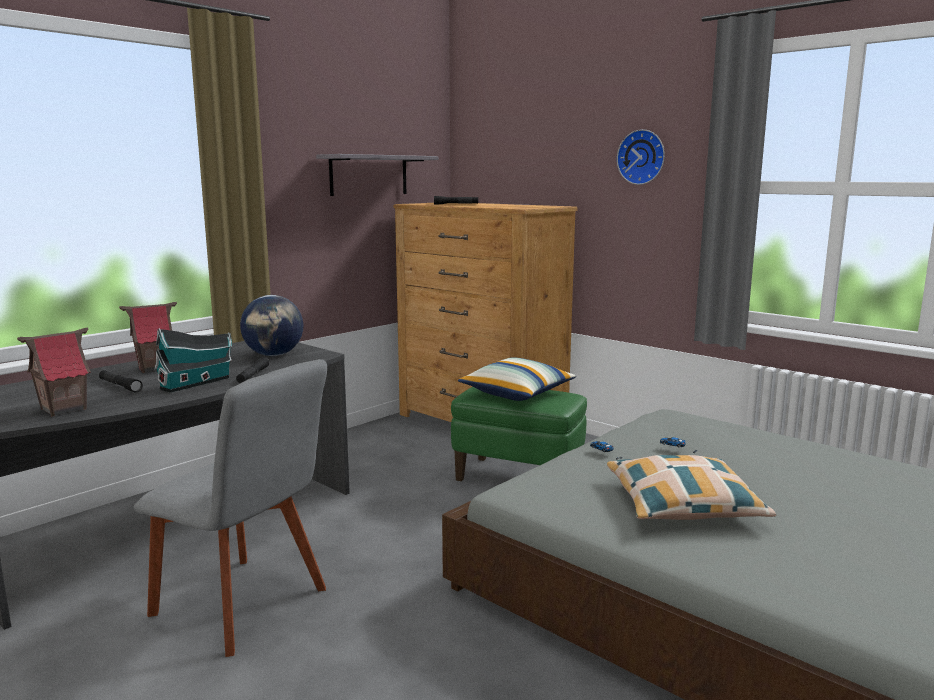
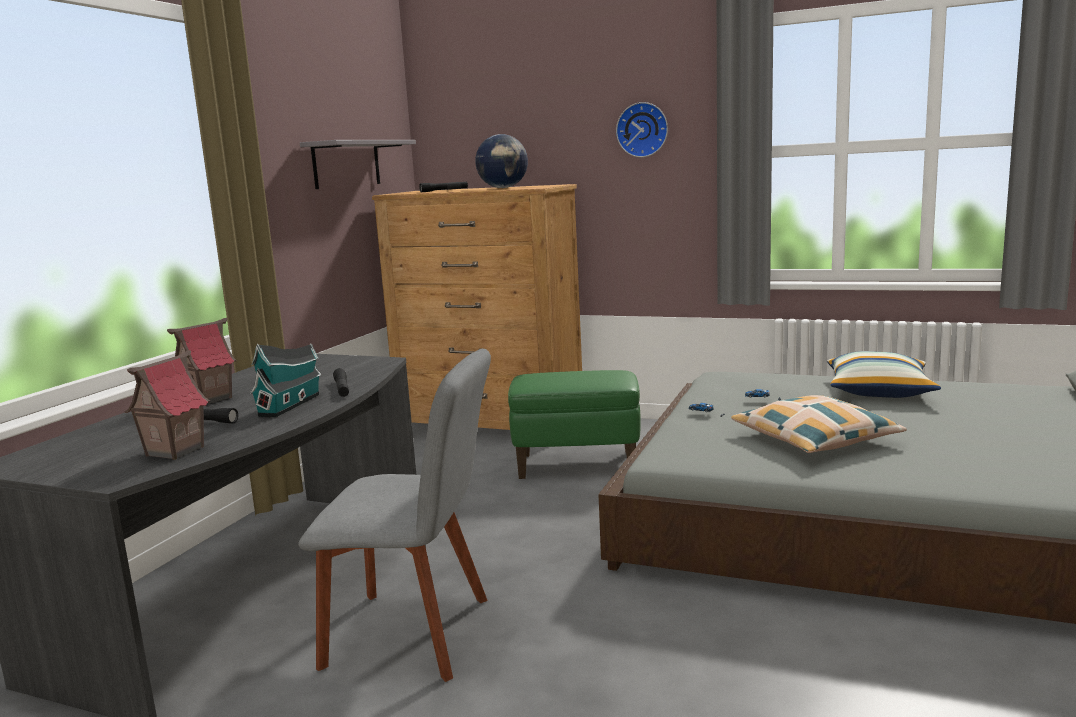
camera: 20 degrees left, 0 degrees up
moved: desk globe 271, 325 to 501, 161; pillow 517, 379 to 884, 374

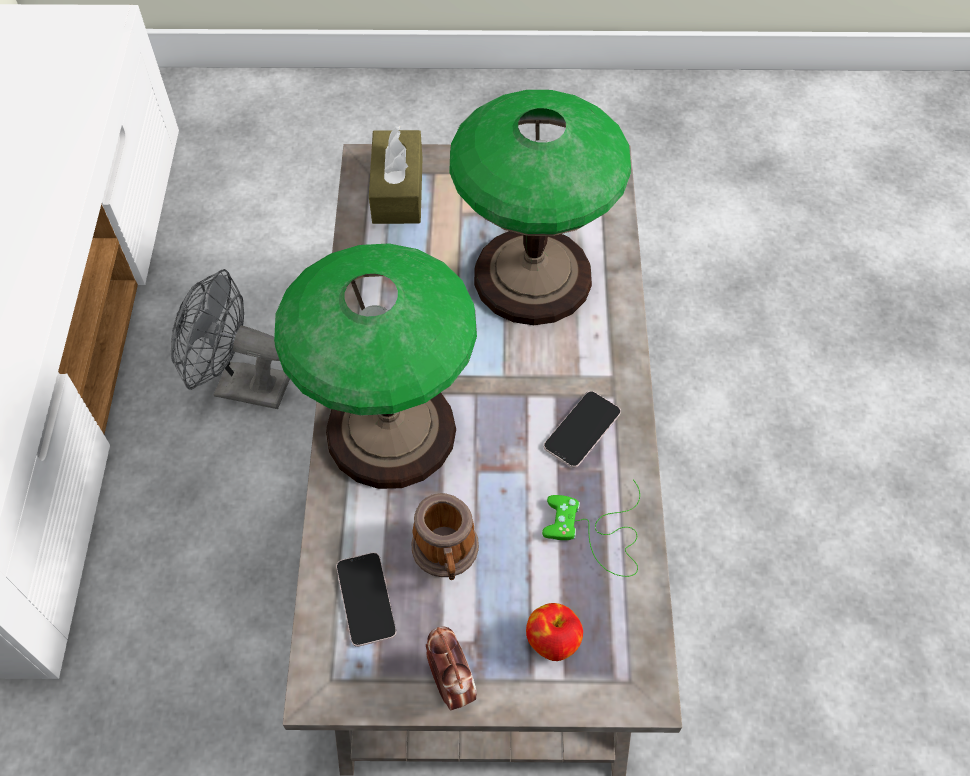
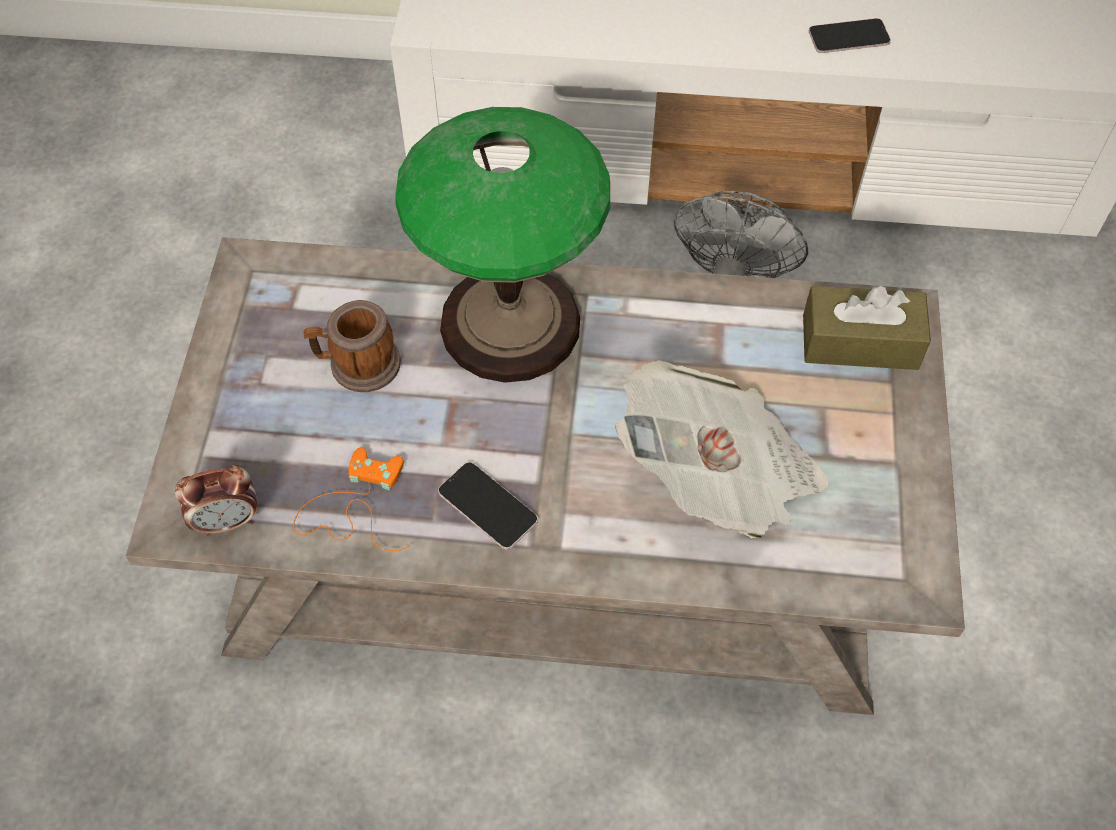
camera: 95 degrees right, 0 degrees up
removed: apple fruit 554, 632
moved: telephone 366, 599 to 850, 35; alarm clock 451, 668 to 216, 500
replaced: tabletop lamp 540, 207 to daily paper 722, 449
recoloured: game controller (greenish) 591, 528 to game controller (orange-coloured) 351, 499

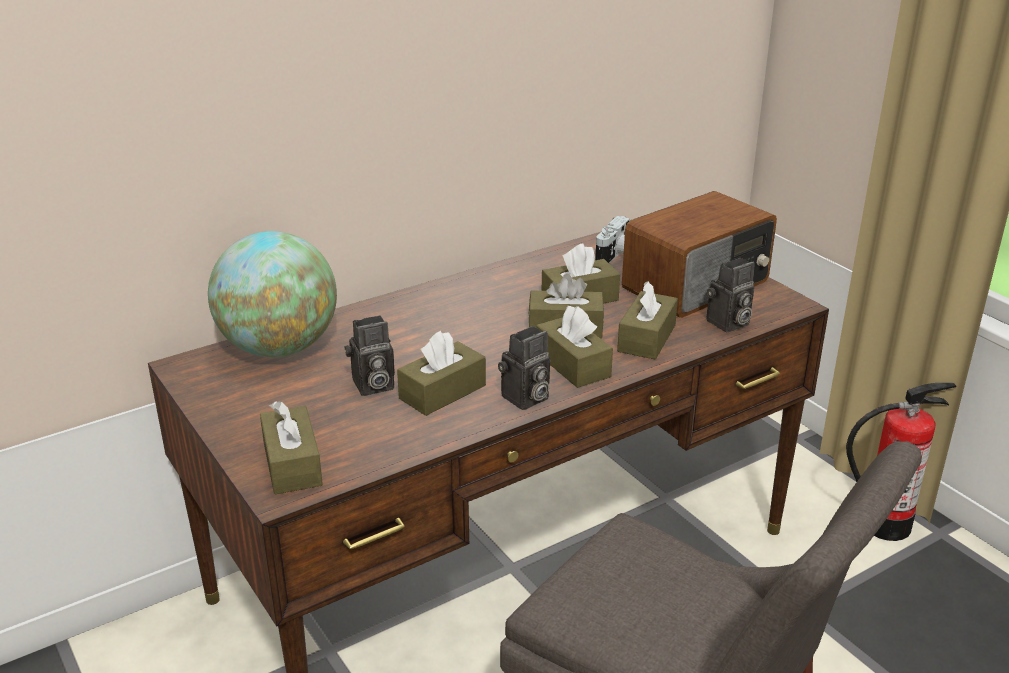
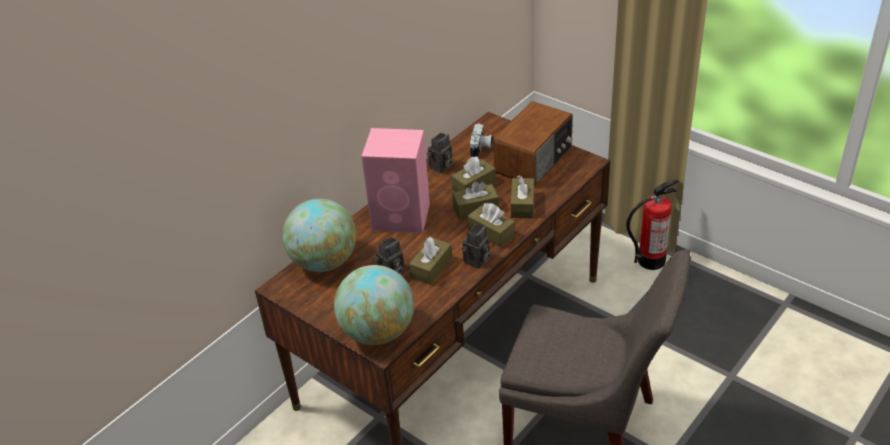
camera: 15 degrees left, 10 degrees up
added: speaker (pink-coloured) 395, 180
moved: still camera 730, 295 to 440, 152
replaced: box of tissues (brownish) 291, 447 to desk globe 374, 305

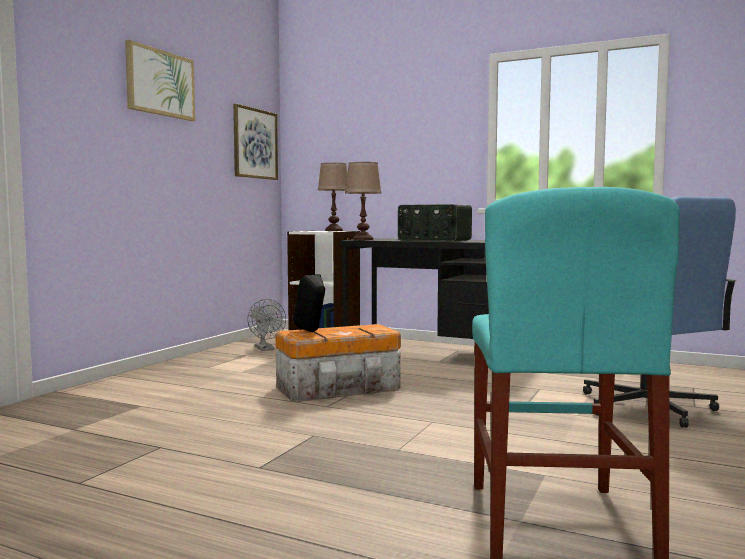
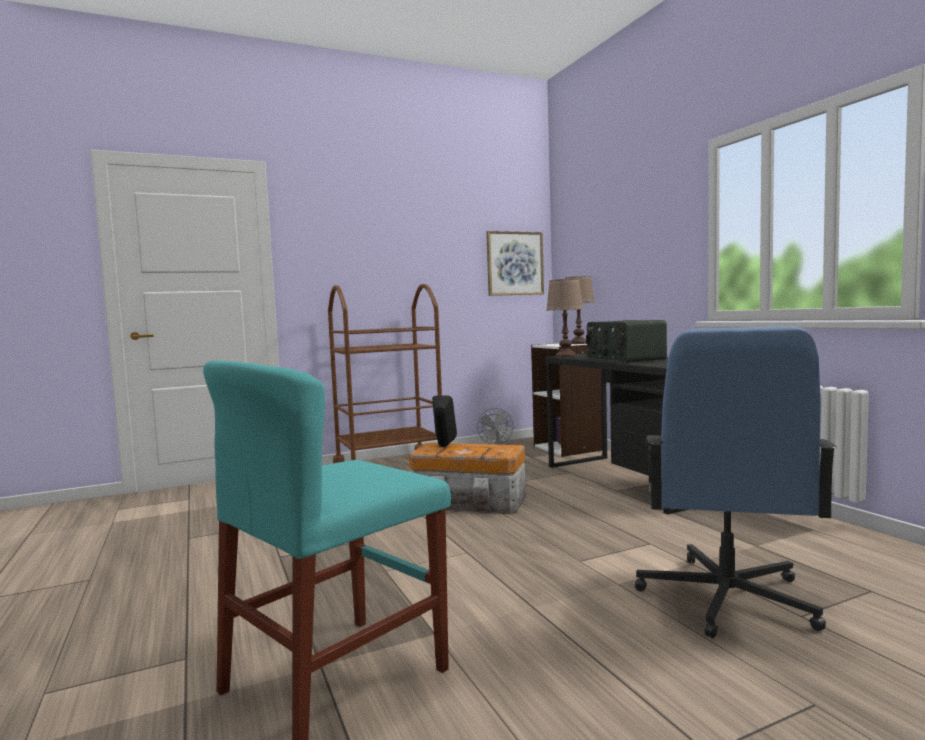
camera: 40 degrees right, 0 degrees up
removed: wall picture 160, 80
added: wheeled cart (brownish) 385, 373

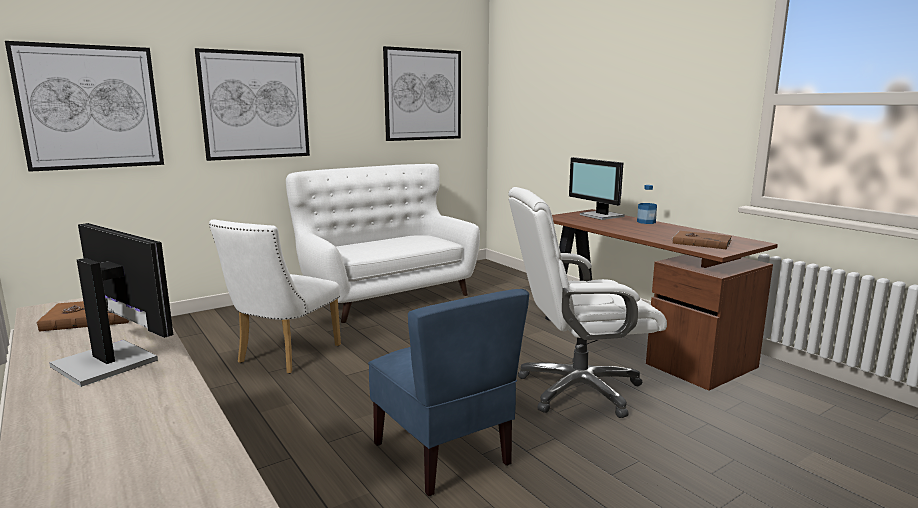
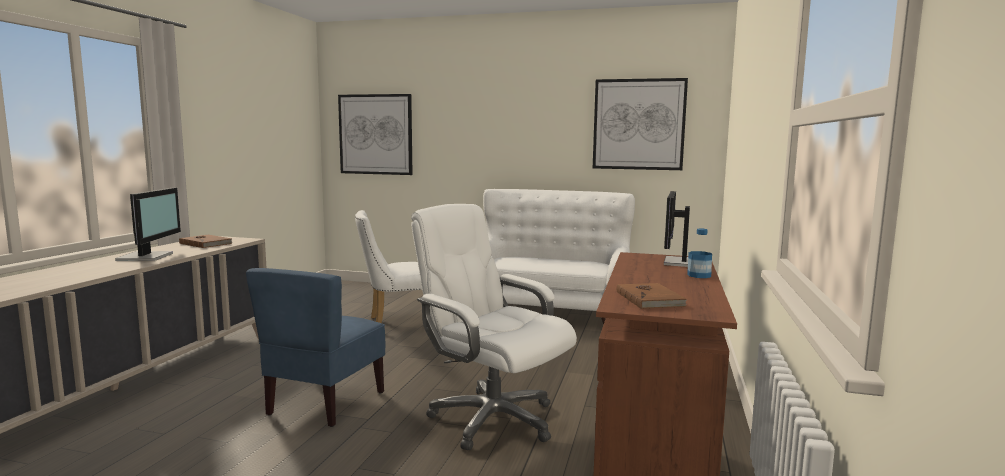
camera: 50 degrees right, 5 degrees down
removed: wall picture 252, 104

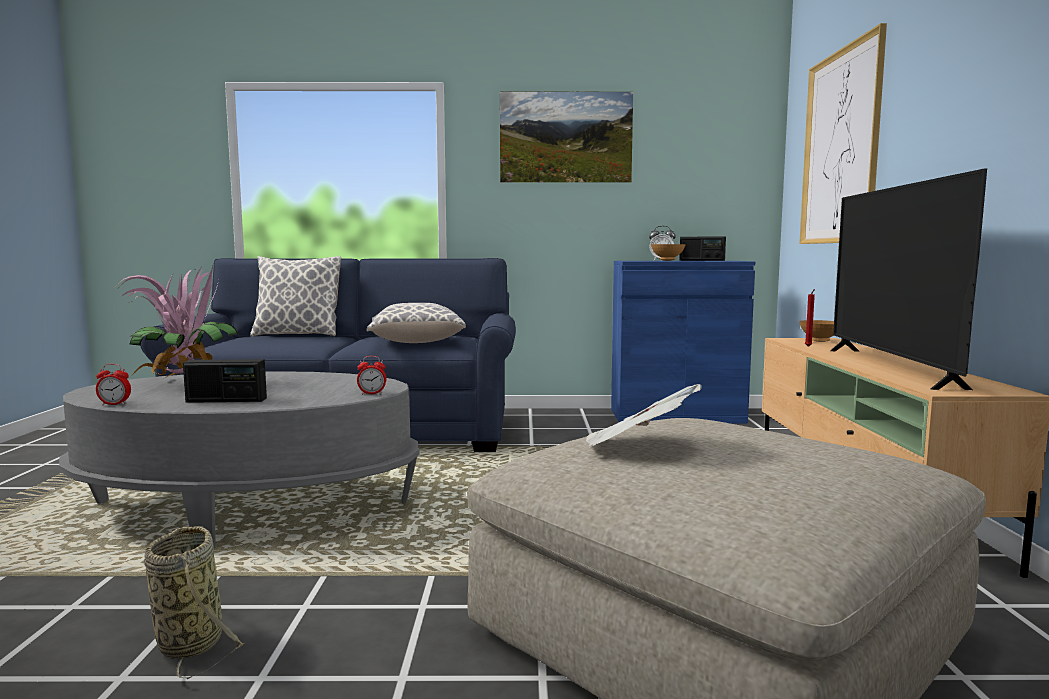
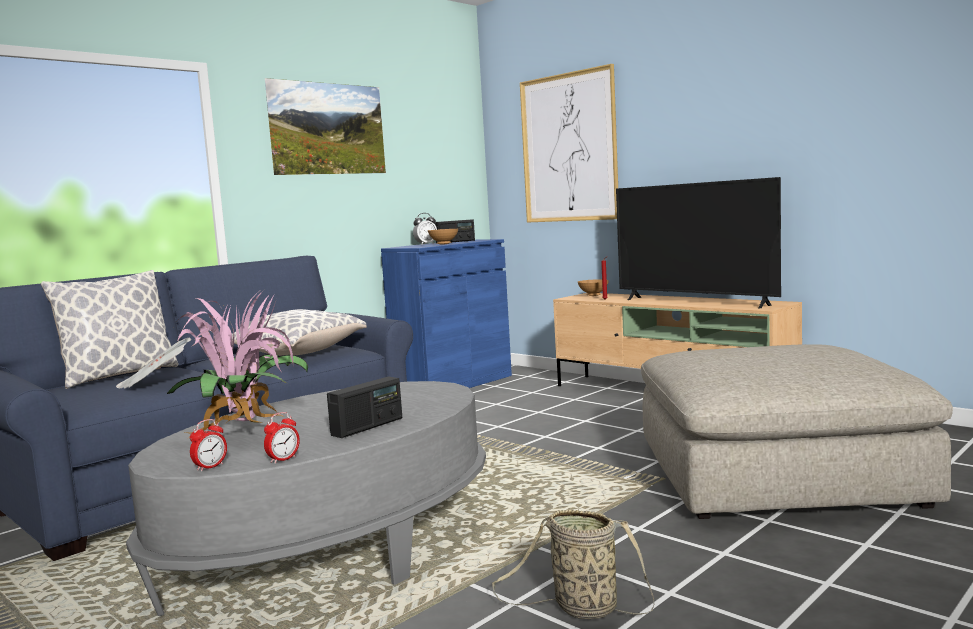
camera: 45 degrees left, 0 degrees up
moved: alarm clock 371, 375 to 208, 445; daily paper 644, 416 to 153, 363

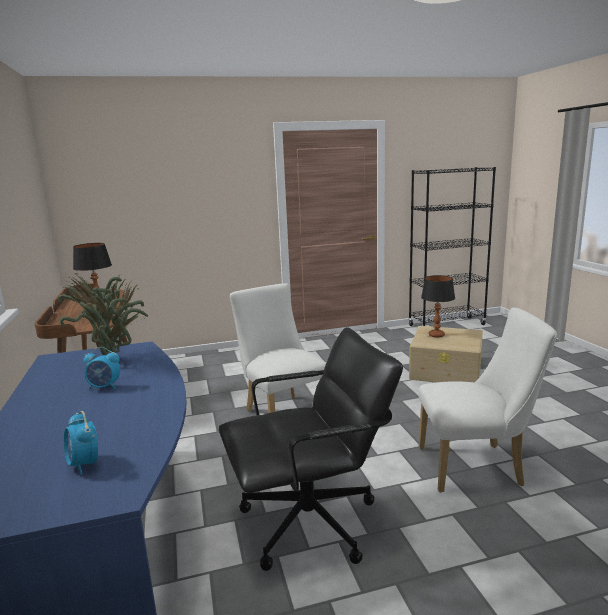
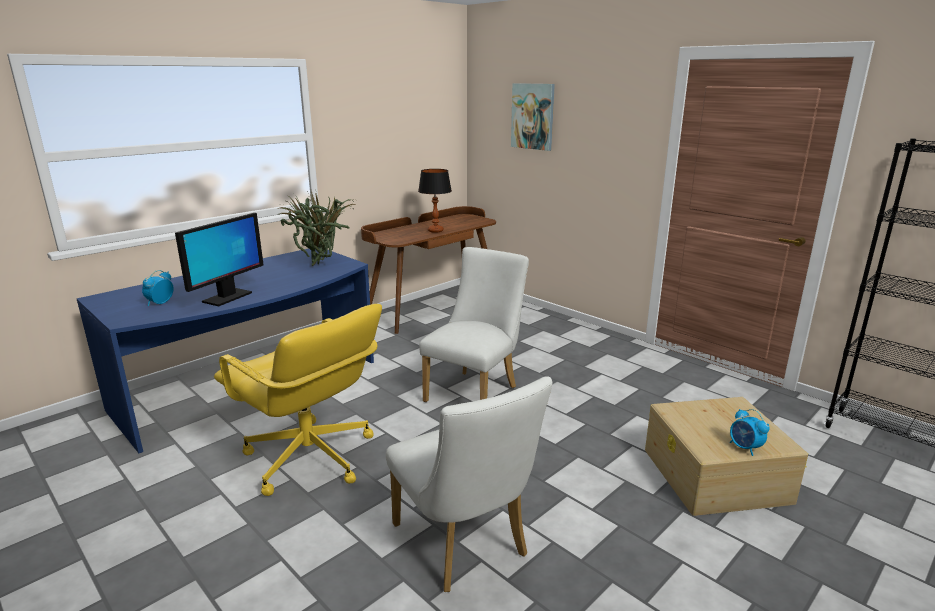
camera: 60 degrees right, 5 degrees up
removed: tabletop lamp 438, 306
added: computer screen 219, 260; wall picture 533, 117
moved: alarm clock 101, 368 to 750, 432
recoloured: computer chair (blackish) 311, 449 to computer chair (yellow-coloured) 298, 400

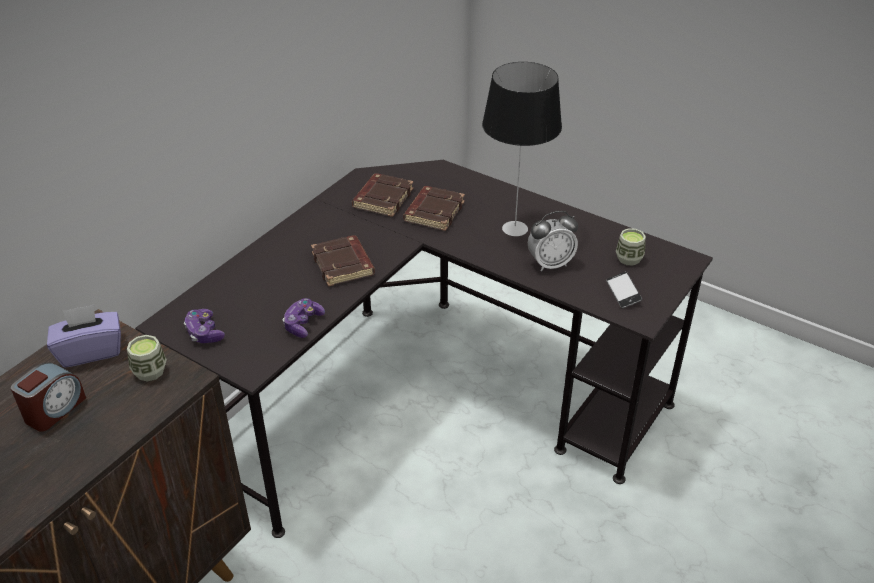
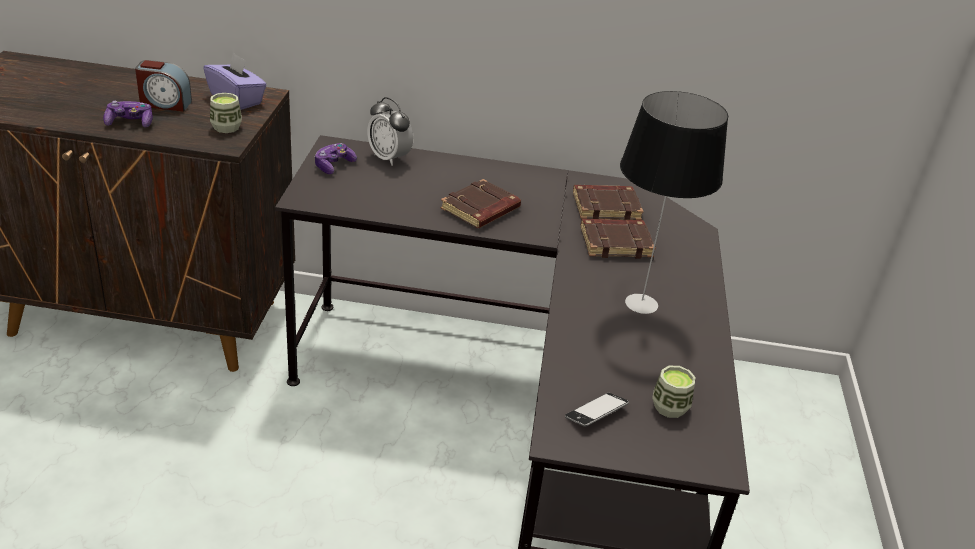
camera: 60 degrees right, 5 degrees down
moved: game controller 304, 318 to 128, 114; alarm clock 553, 241 to 390, 131

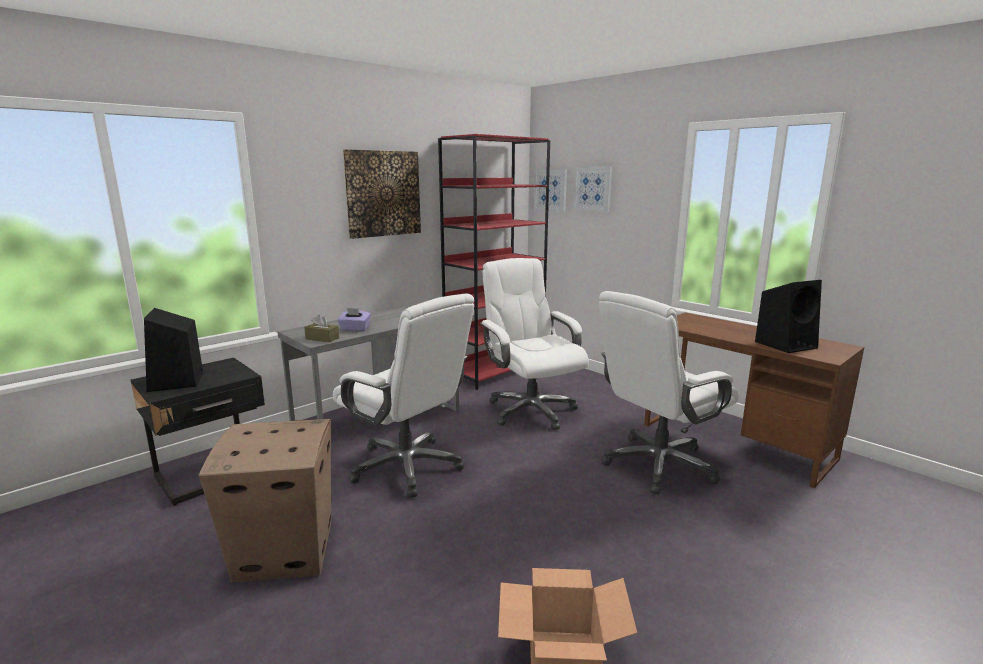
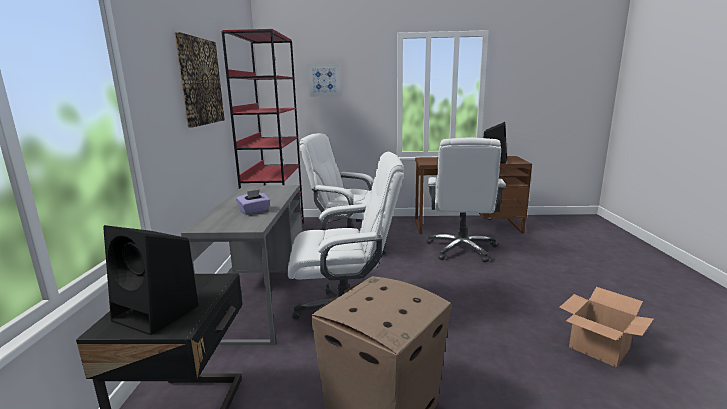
camera: 45 degrees left, 0 degrees up
removed: box of tissues (brownish) 321, 328; wall picture 550, 190

